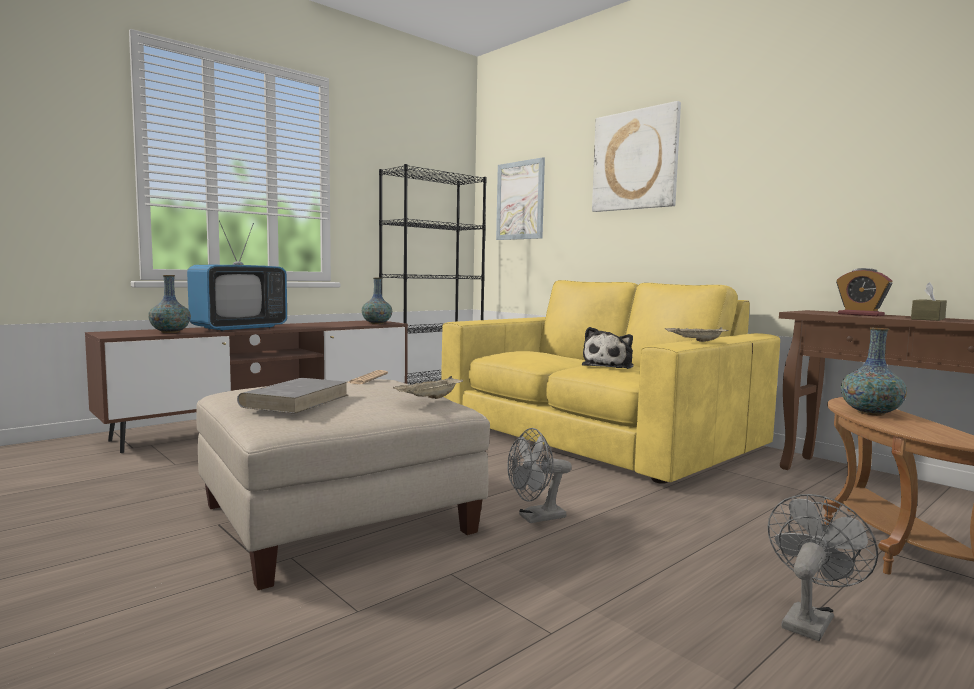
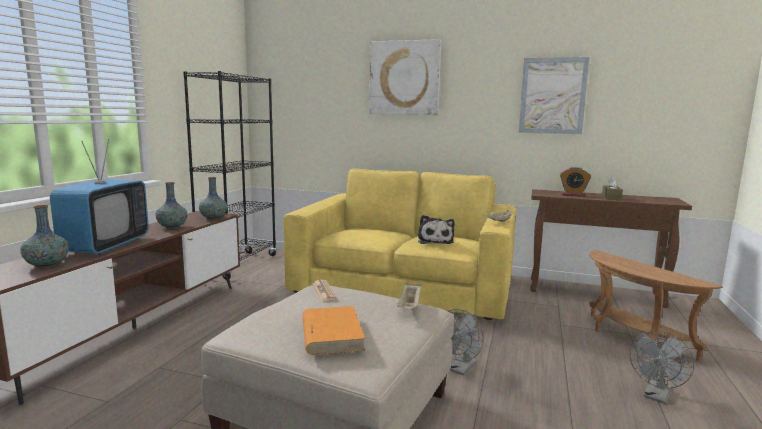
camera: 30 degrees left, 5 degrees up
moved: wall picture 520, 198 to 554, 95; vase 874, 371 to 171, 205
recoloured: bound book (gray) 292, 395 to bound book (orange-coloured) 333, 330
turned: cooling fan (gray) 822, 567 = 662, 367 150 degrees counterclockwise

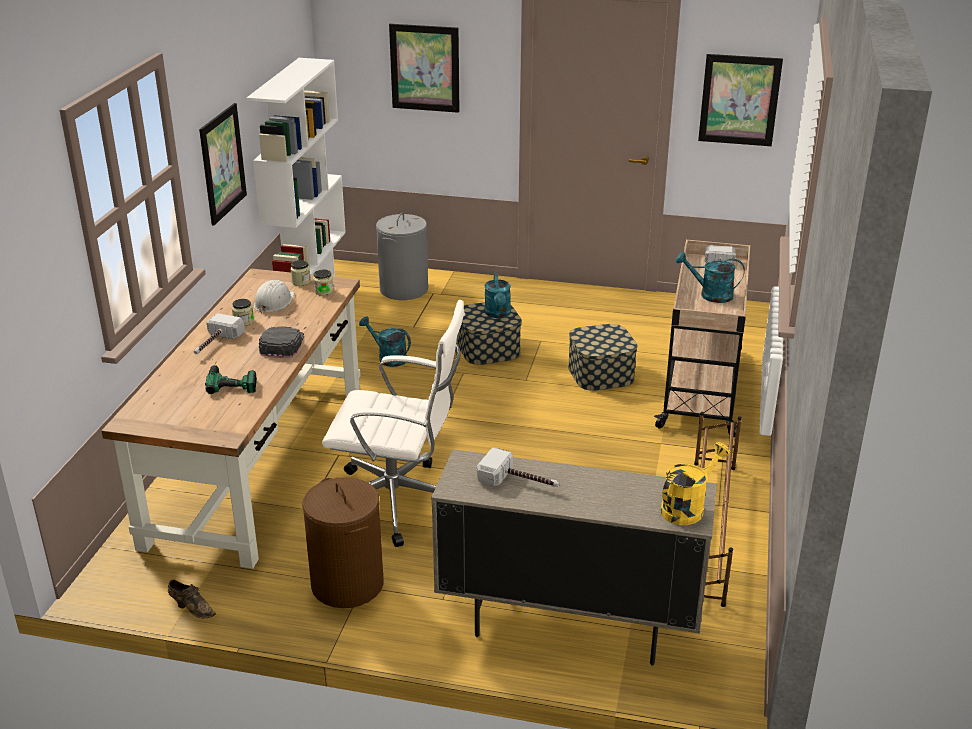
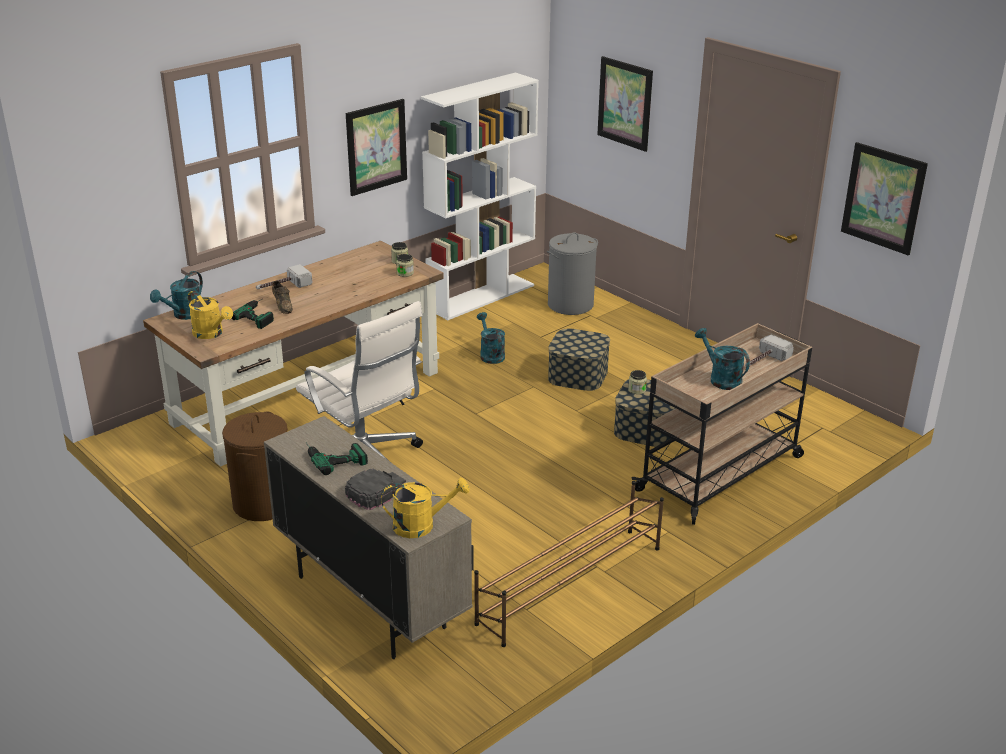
camera: 35 degrees right, 0 degrees up
removed: hard hat (white) 274, 297
added: sprinkling can (yellow-coloured) 210, 315
moved: item of footwear (brownish) 192, 599 to 282, 297; jar 243, 312 to 637, 382; baseball cap (blackish) 281, 342 to 375, 489; sprinkling can (turquoise) 497, 295 to 176, 295
replaced: tool hammer 518, 467 to electric drill 337, 459

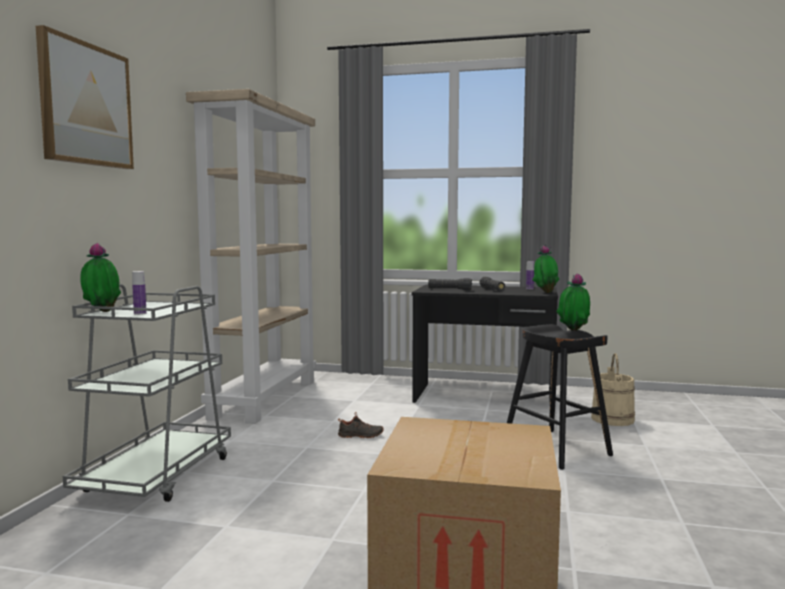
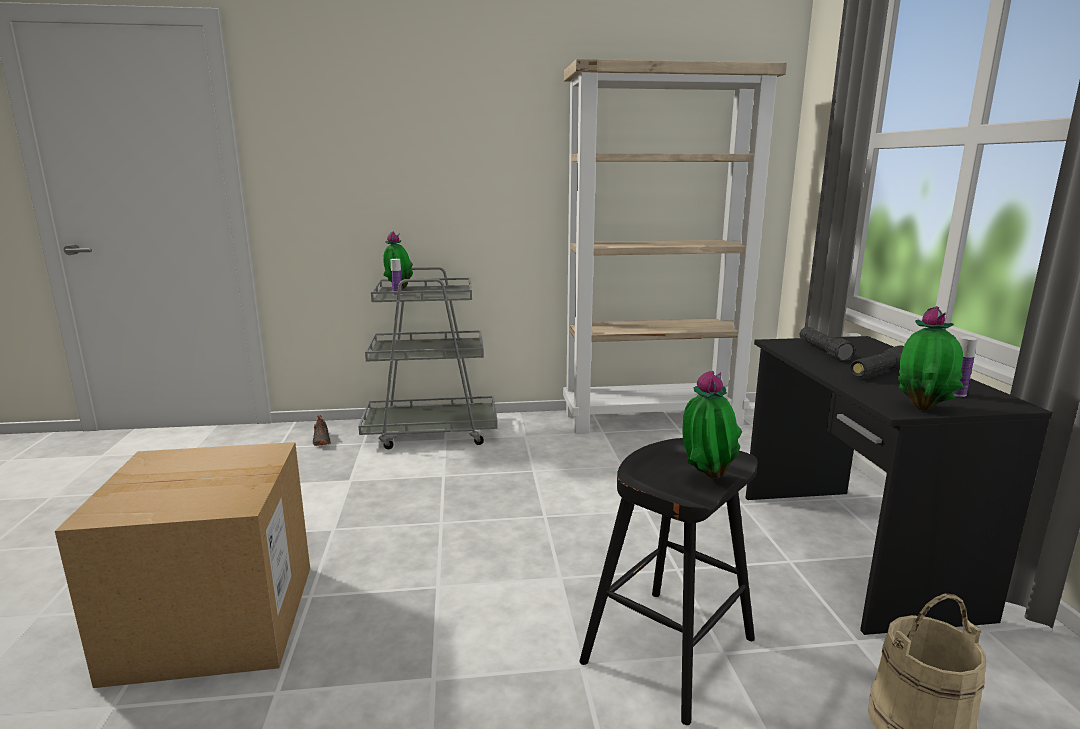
camera: 70 degrees right, 10 degrees up
removed: wall picture 85, 97
moved: item of footwear (blackish) 361, 425 to 322, 430

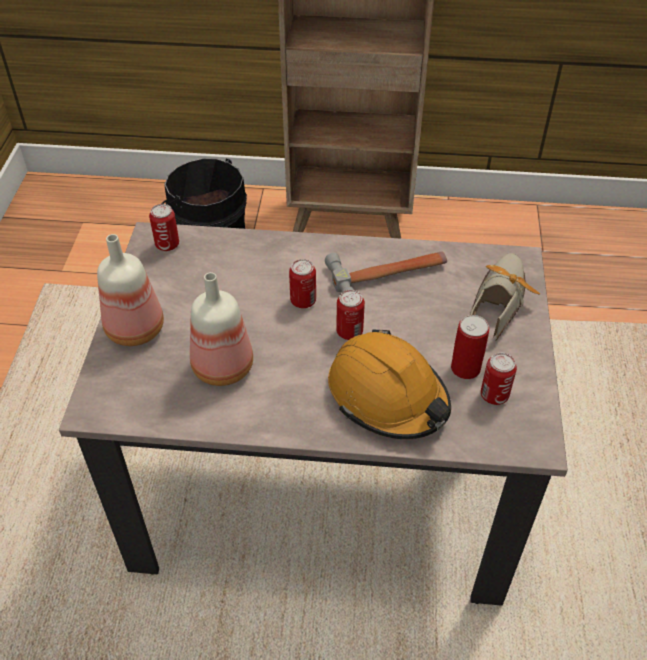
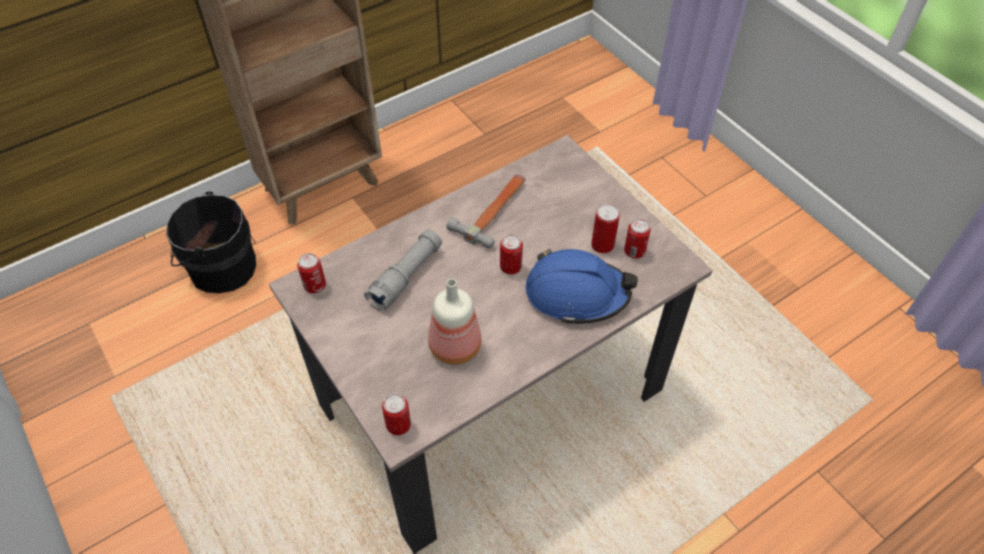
camera: 40 degrees left, 5 degrees up
removed: bottle 130, 290; item of footwear 505, 297
added: flashlight (gray) 403, 270
moved: metal can 302, 283 to 396, 414
recoloured: hard hat (orange-coloured) 389, 384 to hard hat (blue) 581, 287

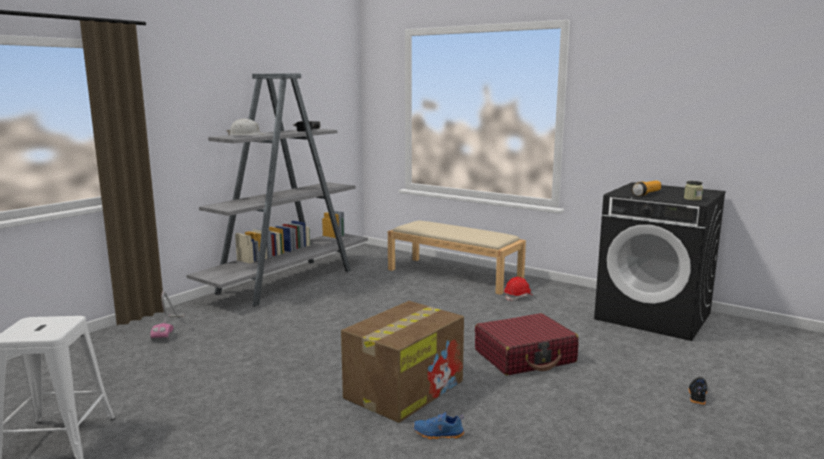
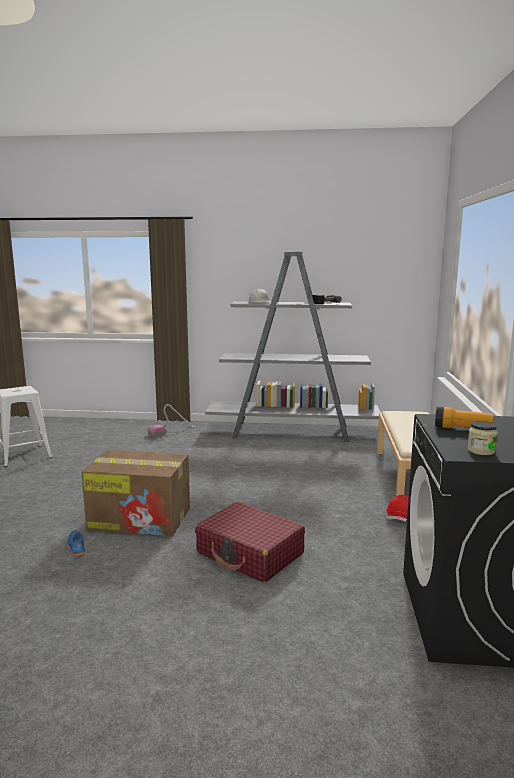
camera: 60 degrees right, 0 degrees up
removed: item of footwear (blackish) 697, 391

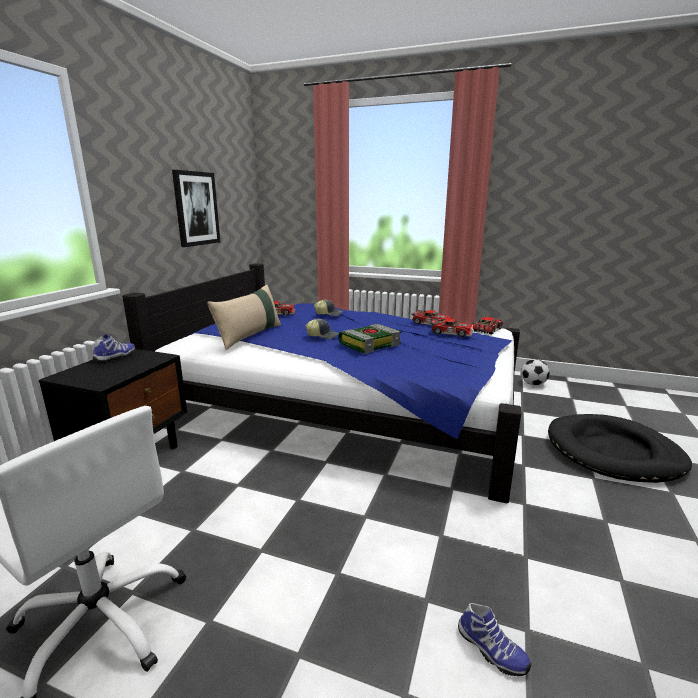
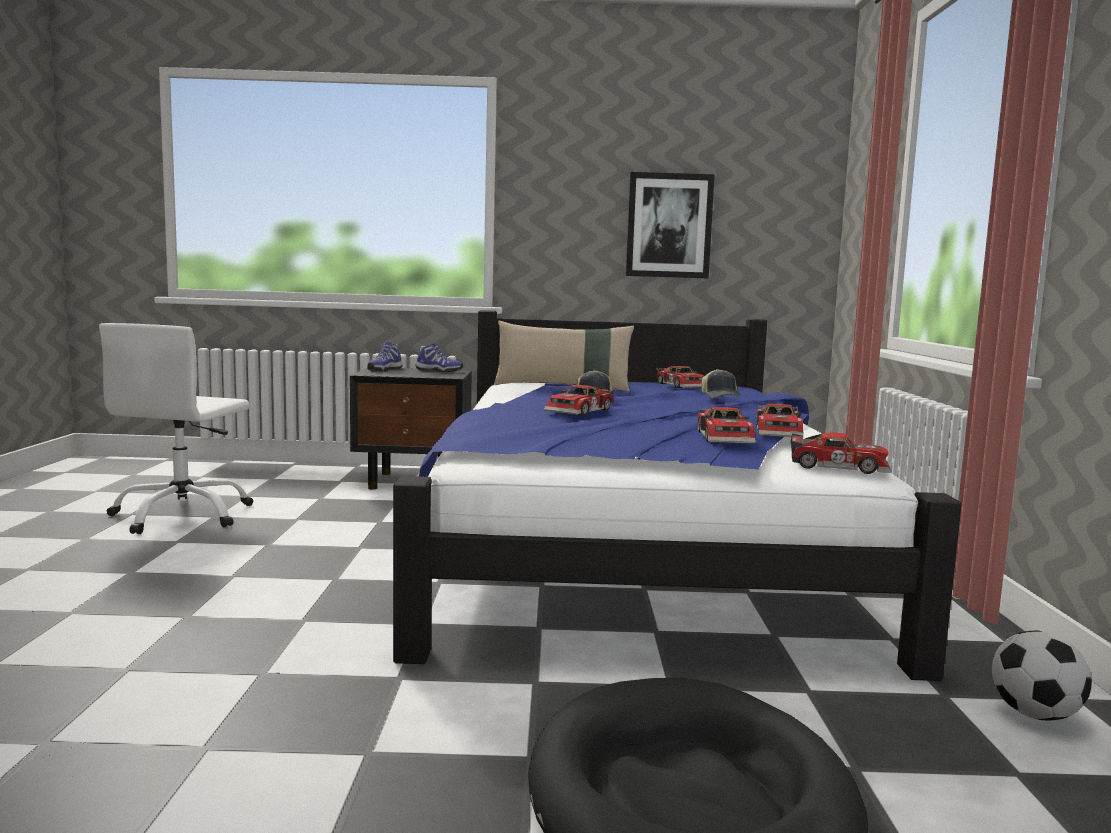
camera: 70 degrees right, 10 degrees down
moved: item of footwear 494, 640 to 384, 356
replaced: bound book 369, 339 to toy car 579, 400

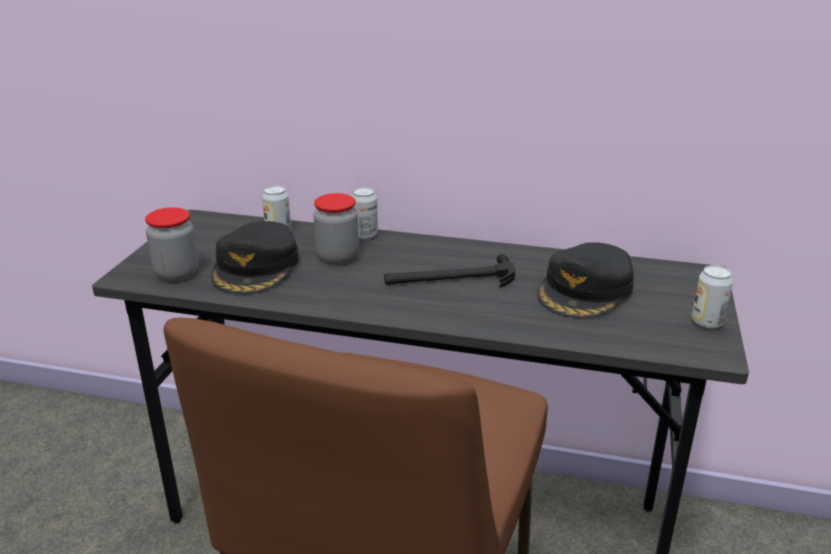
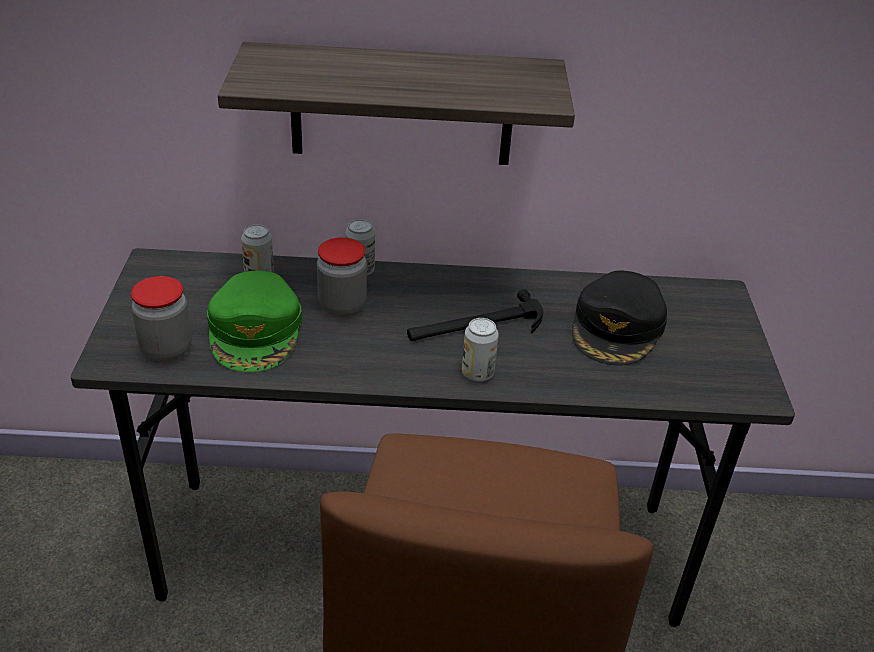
camera: 15 degrees left, 10 degrees up
added: bracket shelf 396, 103
moved: metal can 712, 297 to 480, 350
recoloured: baseball cap (blackish) 255, 258 to baseball cap (greenish) 254, 321

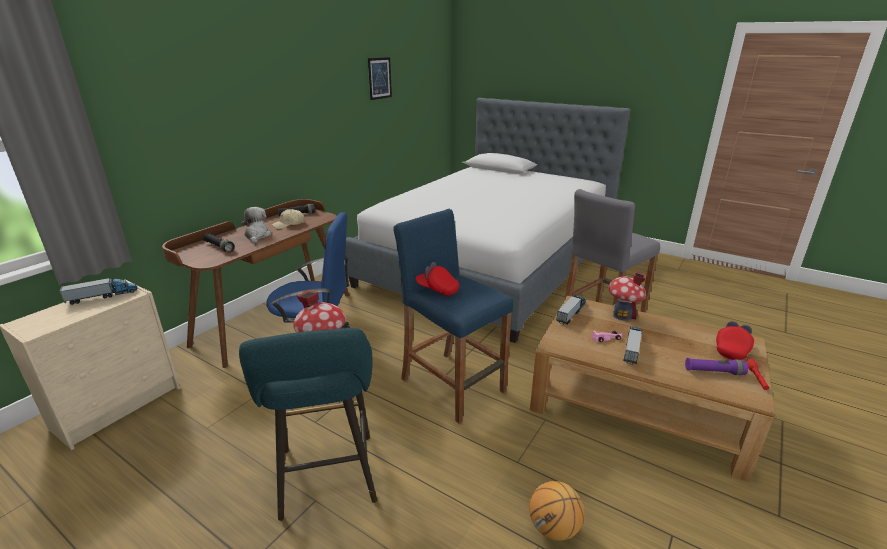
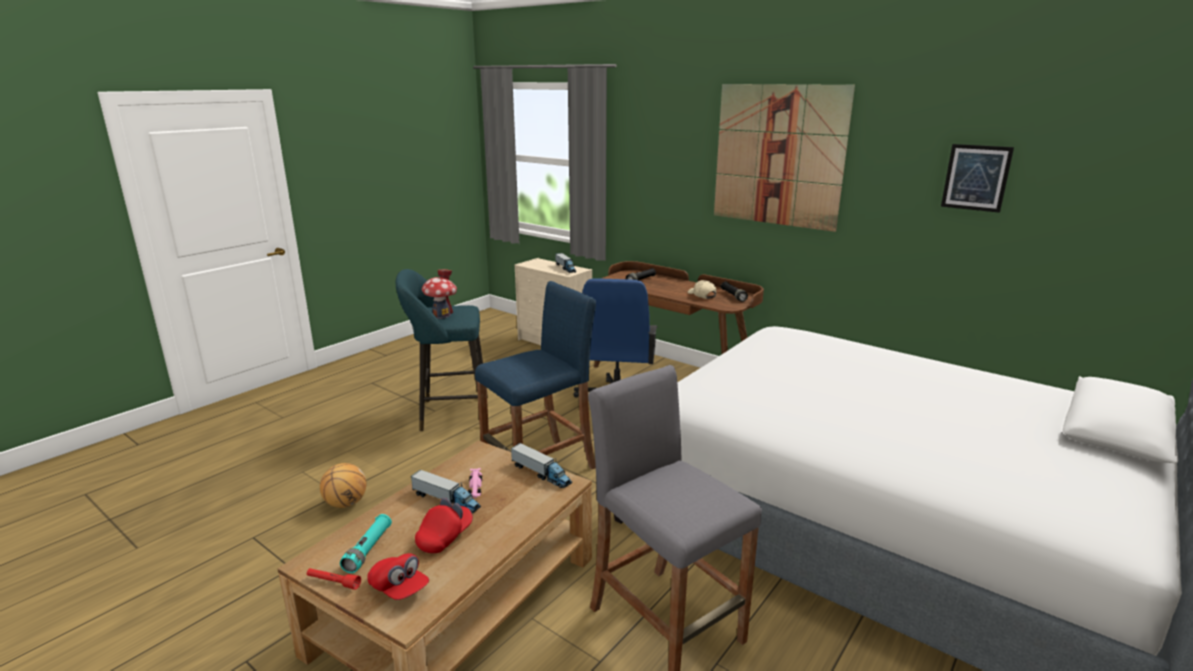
camera: 95 degrees right, 5 degrees down
removed: plush toy 256, 225; toy house 627, 295
added: wall picture 784, 158
moved: baseball cap (reddish) 437, 279 to 444, 525
recoloured: flashlight (purple) 716, 366 to flashlight (turquoise) 366, 543

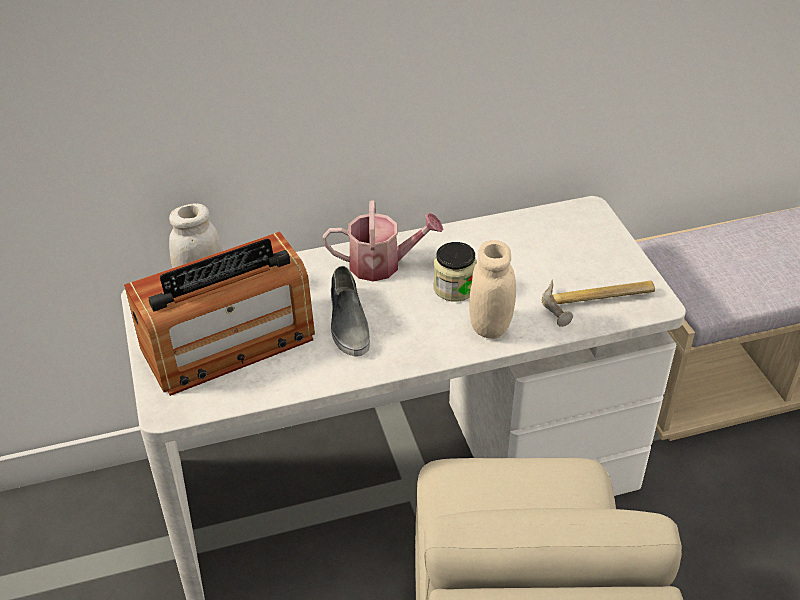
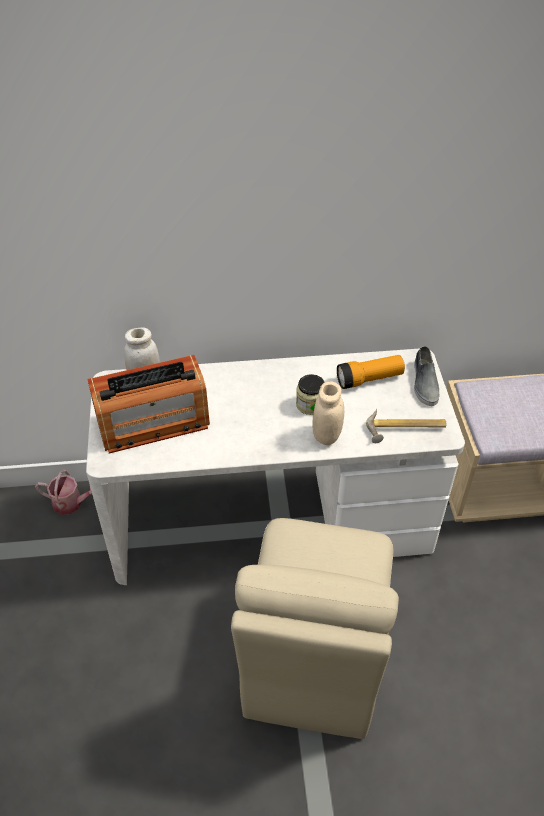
camera: 10 degrees right, 5 degrees up
added: flashlight 371, 372
moved: sprinkling can 383, 241 to 63, 492; item of footwear (gray) 350, 311 to 426, 376

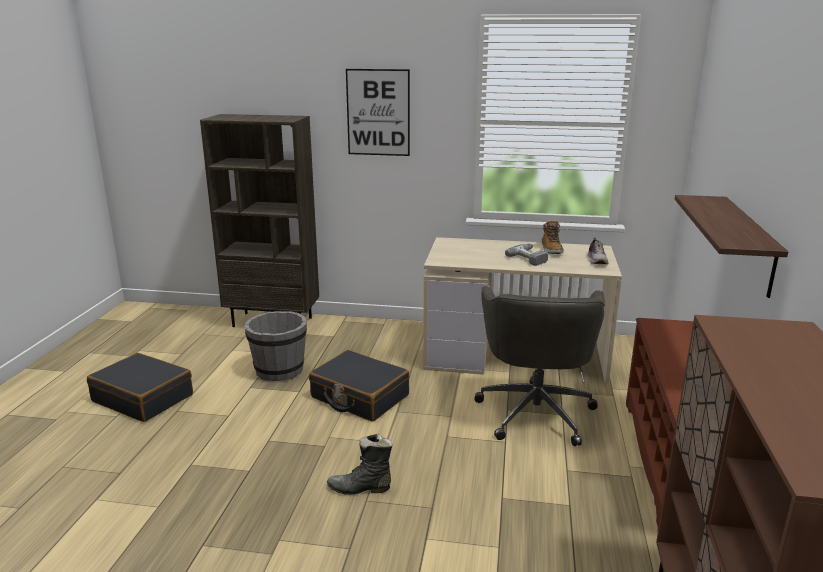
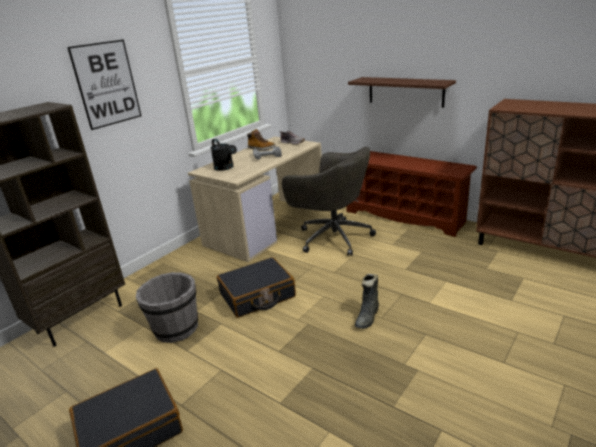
camera: 60 degrees left, 5 degrees up
added: sprinkling can (blackish) 223, 155

